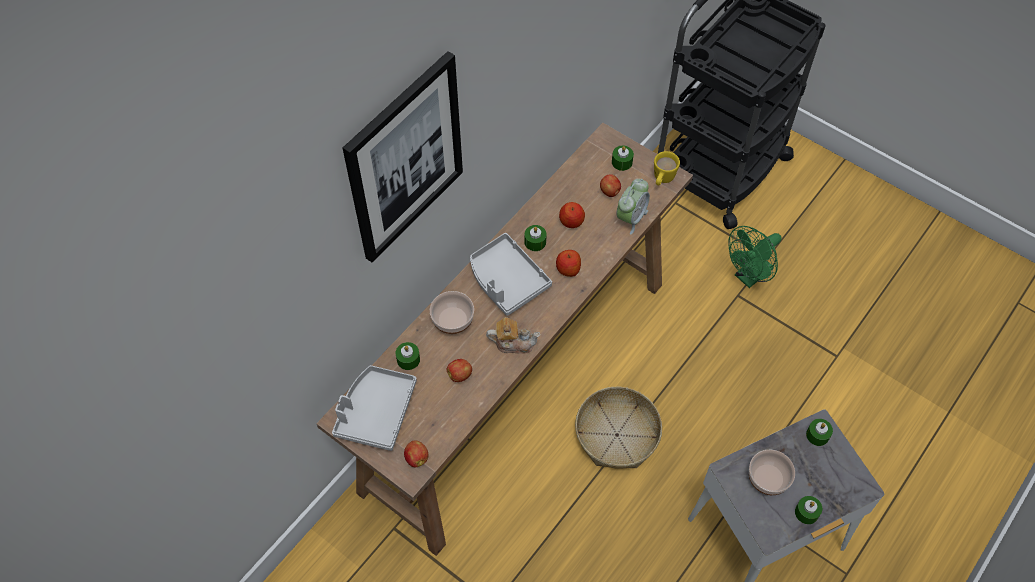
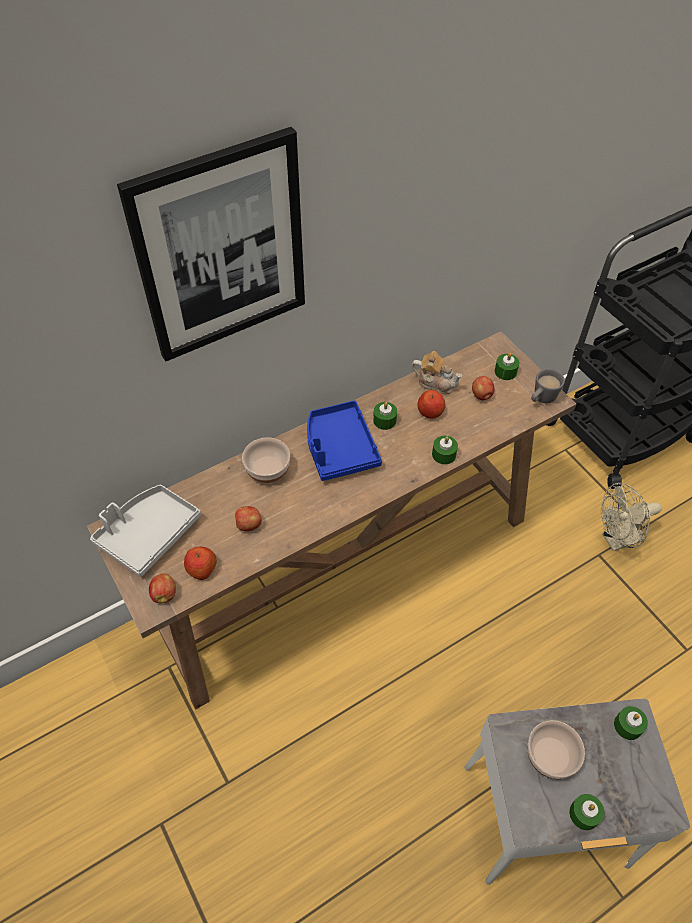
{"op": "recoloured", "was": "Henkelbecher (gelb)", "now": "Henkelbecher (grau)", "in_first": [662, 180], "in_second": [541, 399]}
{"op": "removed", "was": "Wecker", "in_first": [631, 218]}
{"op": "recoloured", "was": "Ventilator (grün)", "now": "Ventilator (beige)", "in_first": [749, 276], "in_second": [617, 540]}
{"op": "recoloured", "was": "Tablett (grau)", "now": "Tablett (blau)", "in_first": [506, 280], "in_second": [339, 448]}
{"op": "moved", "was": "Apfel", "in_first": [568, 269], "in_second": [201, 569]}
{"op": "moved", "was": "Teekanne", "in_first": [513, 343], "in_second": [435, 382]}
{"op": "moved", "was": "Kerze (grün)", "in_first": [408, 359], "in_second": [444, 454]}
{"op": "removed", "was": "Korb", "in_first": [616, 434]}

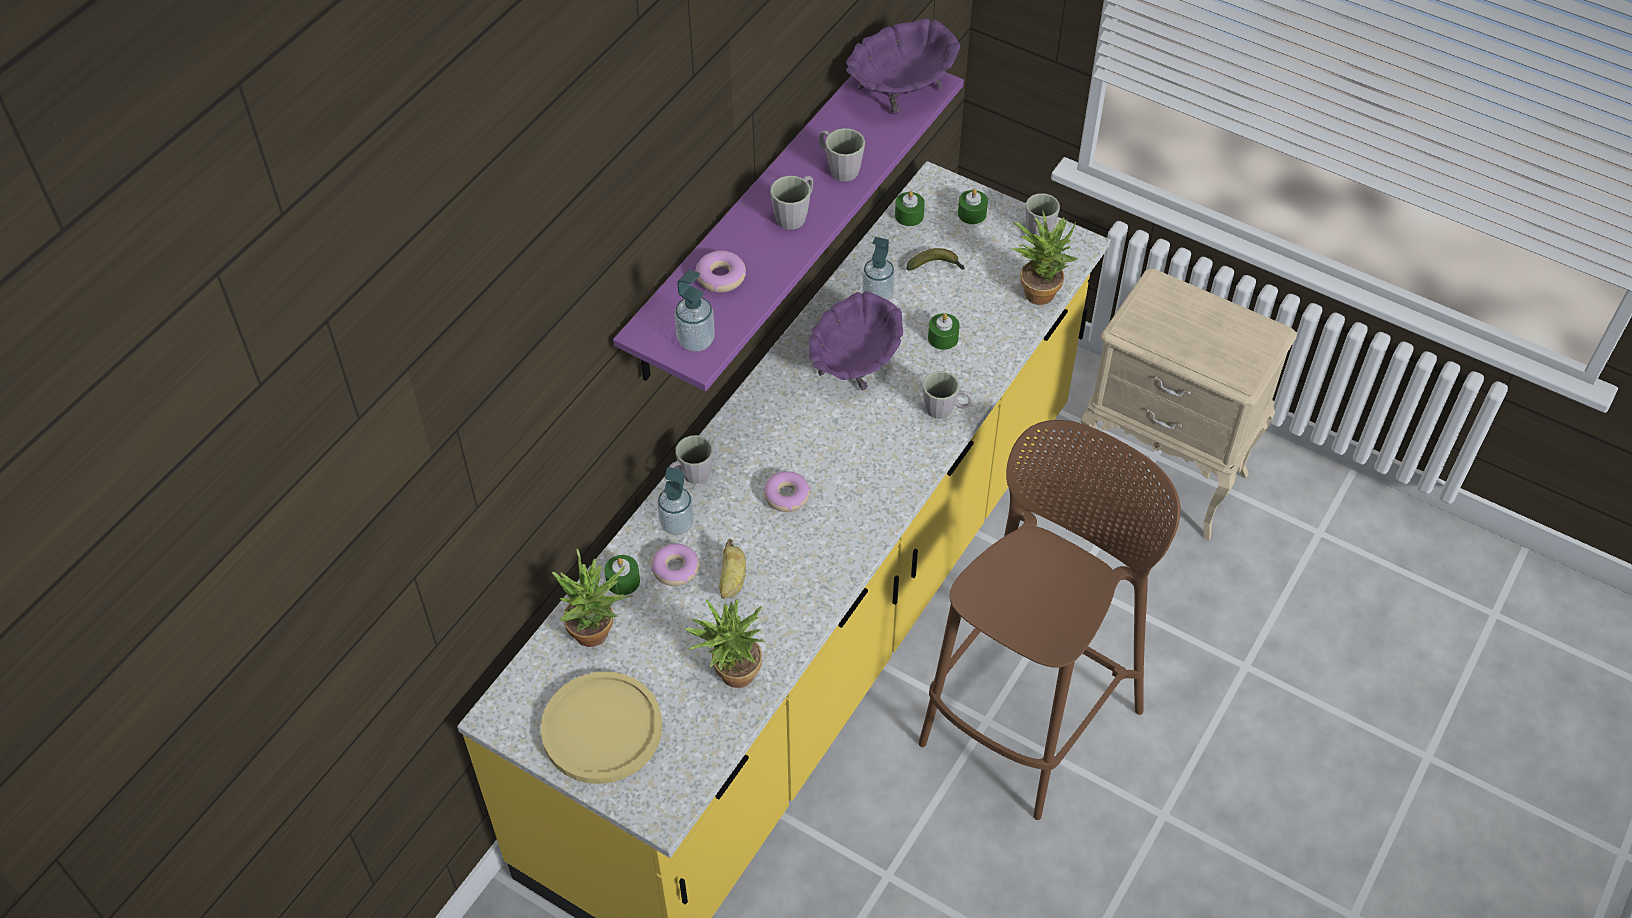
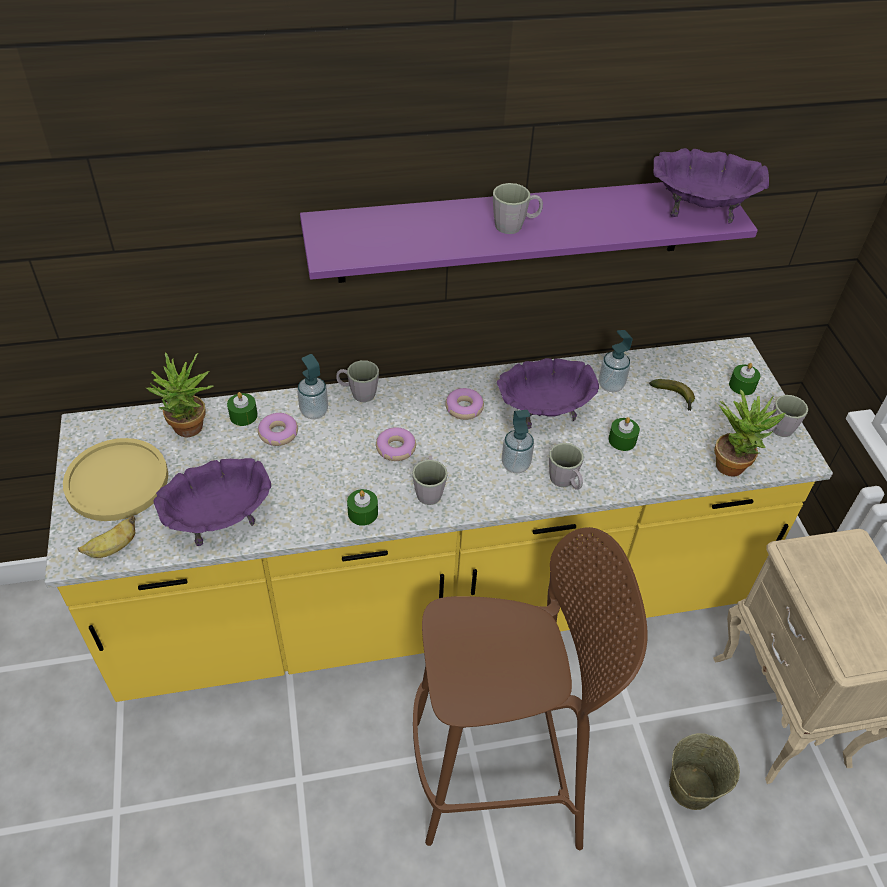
{"op": "moved", "was": "Henkelbecher (grau)", "in_first": [839, 167], "in_second": [429, 490]}
{"op": "moved", "was": "Kerze (grün)", "in_first": [909, 215], "in_second": [363, 513]}
{"op": "moved", "was": "Donut", "in_first": [720, 277], "in_second": [464, 408]}
{"op": "moved", "was": "Seifenspender", "in_first": [696, 340], "in_second": [515, 464]}
{"op": "moved", "was": "Banane", "in_first": [732, 580], "in_second": [113, 548]}
{"op": "replaced", "was": "Topfpflanze", "now": "Schüssel (lila)", "in_first": [730, 676], "in_second": [219, 517]}
{"op": "added", "now": "Eimer (beige)", "in_second": [691, 788]}

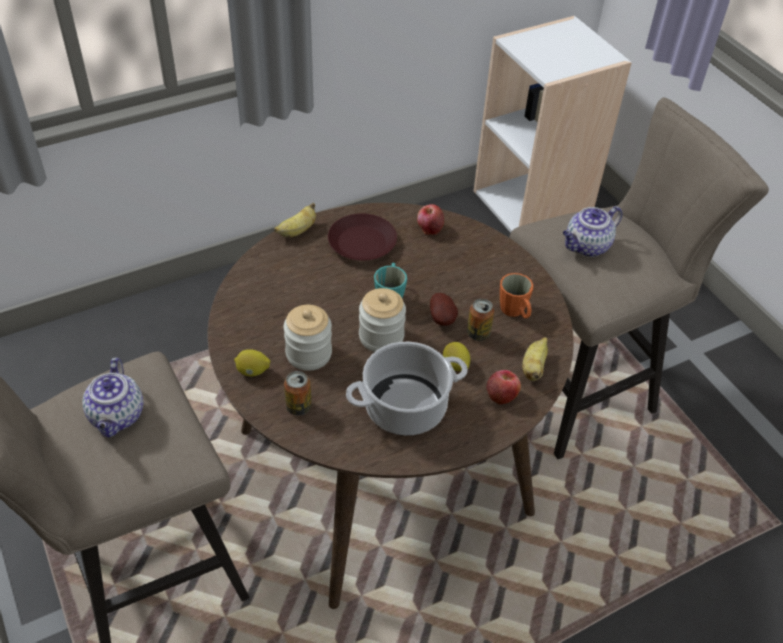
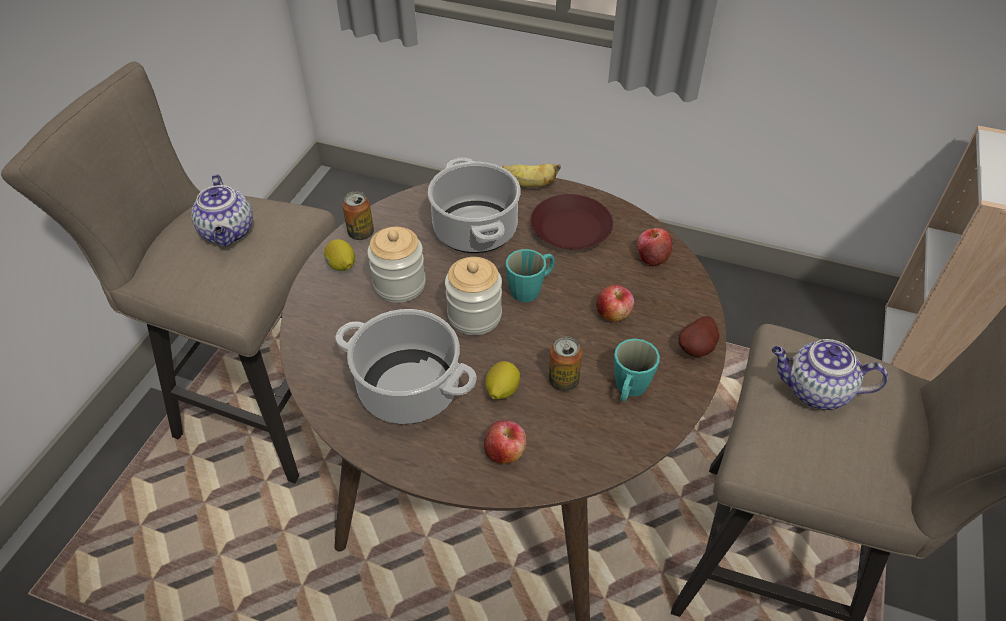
{"op": "recoloured", "was": "Henkelbecher (orange)", "now": "Henkelbecher (türkis)", "in_first": [515, 312], "in_second": [629, 390]}
{"op": "moved", "was": "Kartoffel", "in_first": [443, 319], "in_second": [698, 349]}
{"op": "removed", "was": "Banane", "in_first": [533, 367]}
{"op": "turned", "was": "Teekanne", "in_first": [117, 417], "in_second": [228, 233], "clockwise": -60}
{"op": "moved", "was": "Dose", "in_first": [298, 407], "in_second": [361, 233]}
{"op": "added", "now": "Kochtopf", "in_second": [474, 229]}
{"op": "added", "now": "Apfel", "in_second": [613, 314]}

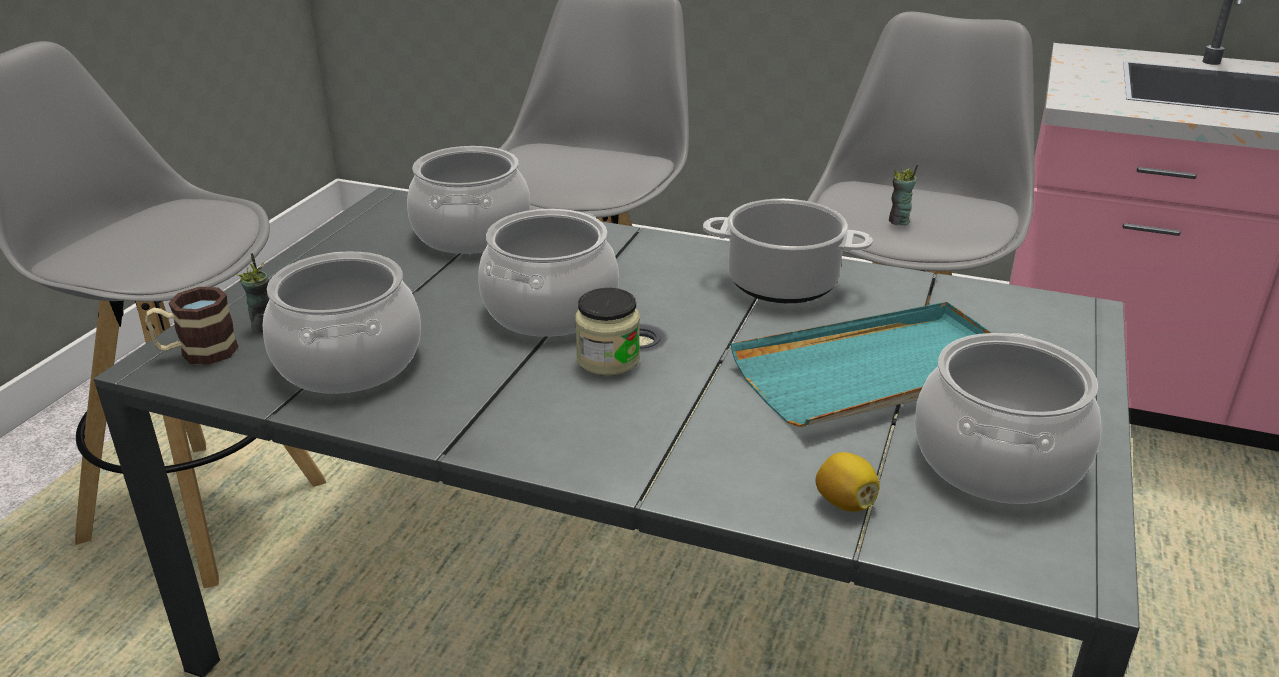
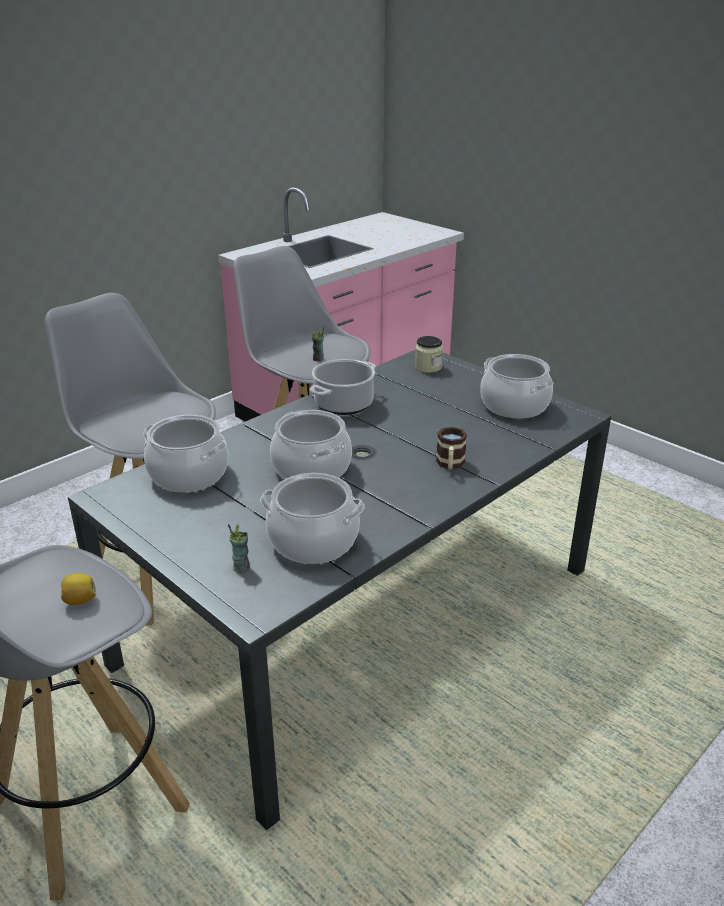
{"op": "moved", "was": "Henkelbecher", "in_first": [197, 353], "in_second": [450, 465]}
{"op": "moved", "was": "Vorratsglas", "in_first": [608, 360], "in_second": [428, 367]}
{"op": "removed", "was": "Tablett (türkis)", "in_first": [878, 372]}
{"op": "moved", "was": "Zitrone", "in_first": [845, 503], "in_second": [80, 600]}

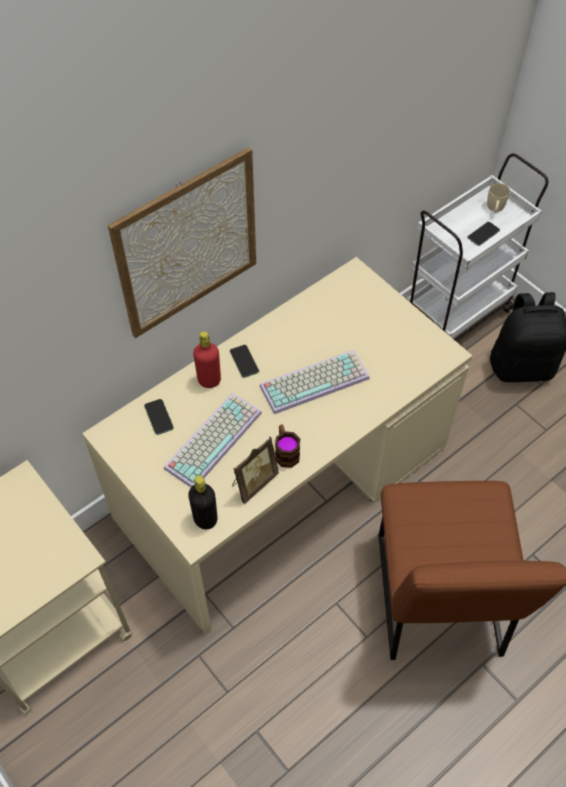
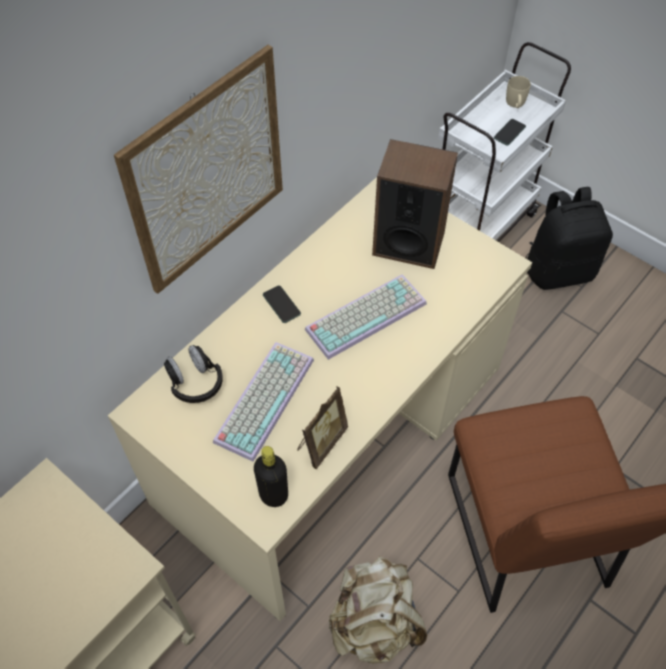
{"op": "removed", "was": "Flasche (rot)", "in_first": [209, 380]}
{"op": "replaced", "was": "Handy", "now": "Kopfhörer (schwarz)", "in_first": [159, 417], "in_second": [195, 382]}
{"op": "removed", "was": "Henkelbecher", "in_first": [285, 452]}
{"op": "added", "now": "Lautsprecher", "in_second": [408, 243]}
{"op": "added", "now": "Rucksack (beige)", "in_second": [375, 622]}

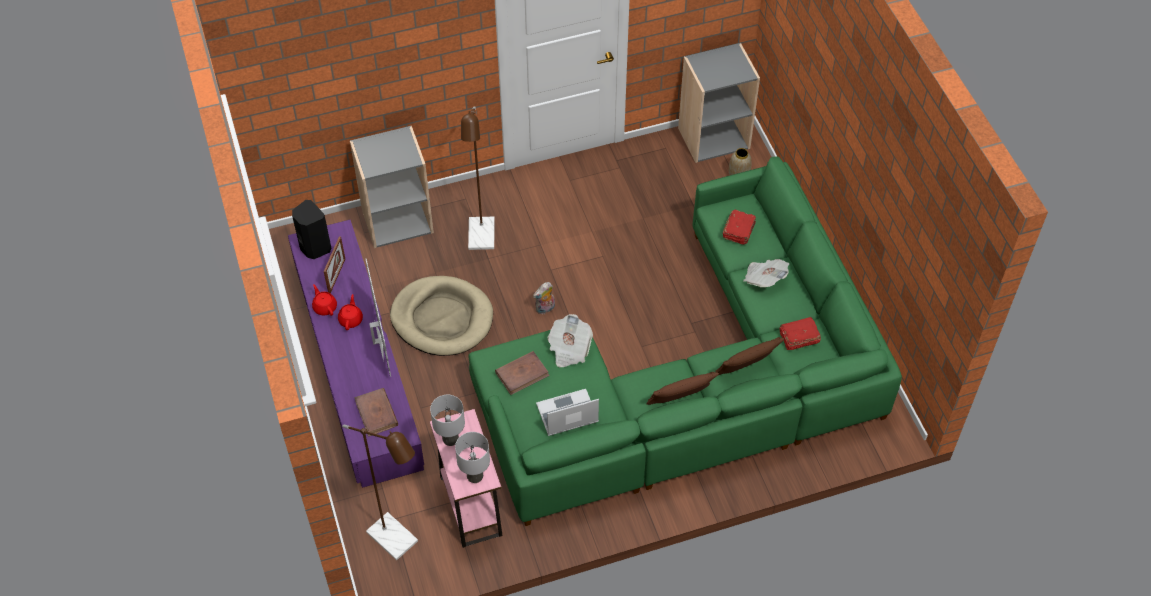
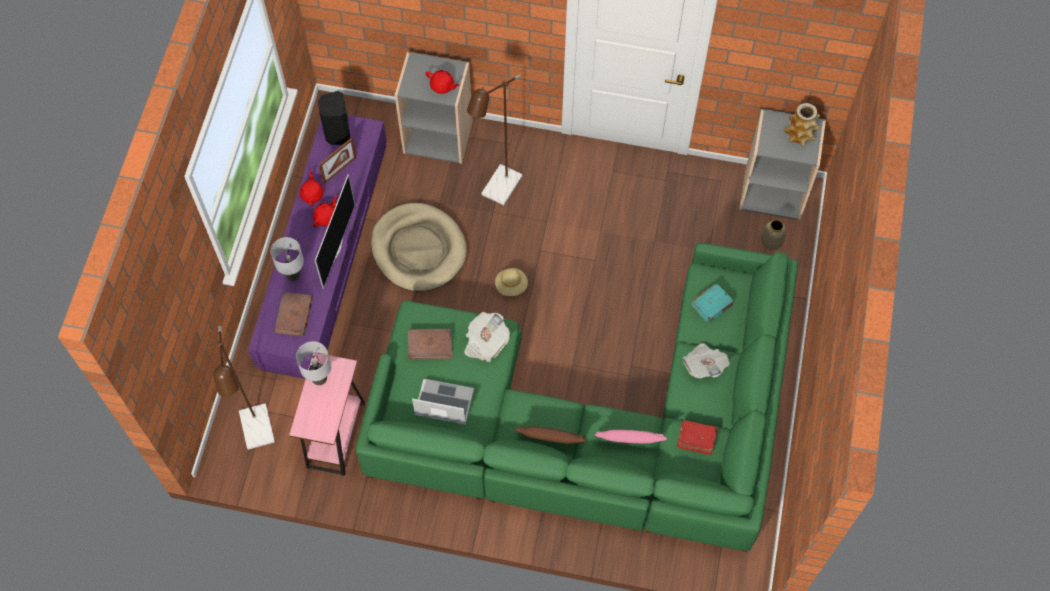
{"op": "recoloured", "was": "Buch (rot)", "now": "Buch (türkis)", "in_first": [739, 231], "in_second": [712, 306]}
{"op": "replaced", "was": "Plüschtier", "now": "Hut (beige)", "in_first": [545, 309], "in_second": [511, 285]}
{"op": "recoloured", "was": "Kissen (braun)", "now": "Kissen (rosa)", "in_first": [746, 368], "in_second": [628, 443]}
{"op": "moved", "was": "Tischlampe (weiß)", "in_first": [476, 477], "in_second": [293, 275]}
{"op": "added", "now": "Teekanne (rot)", "in_second": [442, 86]}
{"op": "added", "now": "Vase", "in_second": [800, 135]}

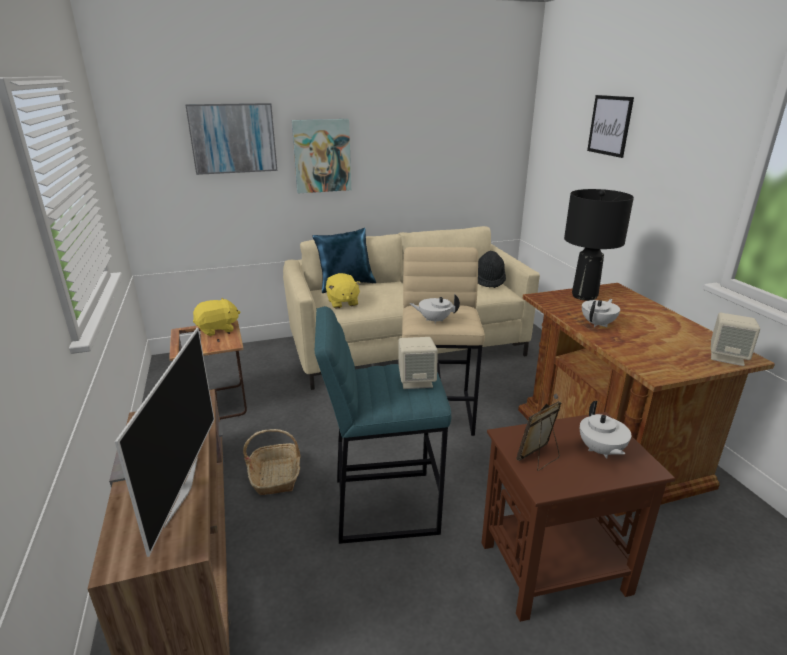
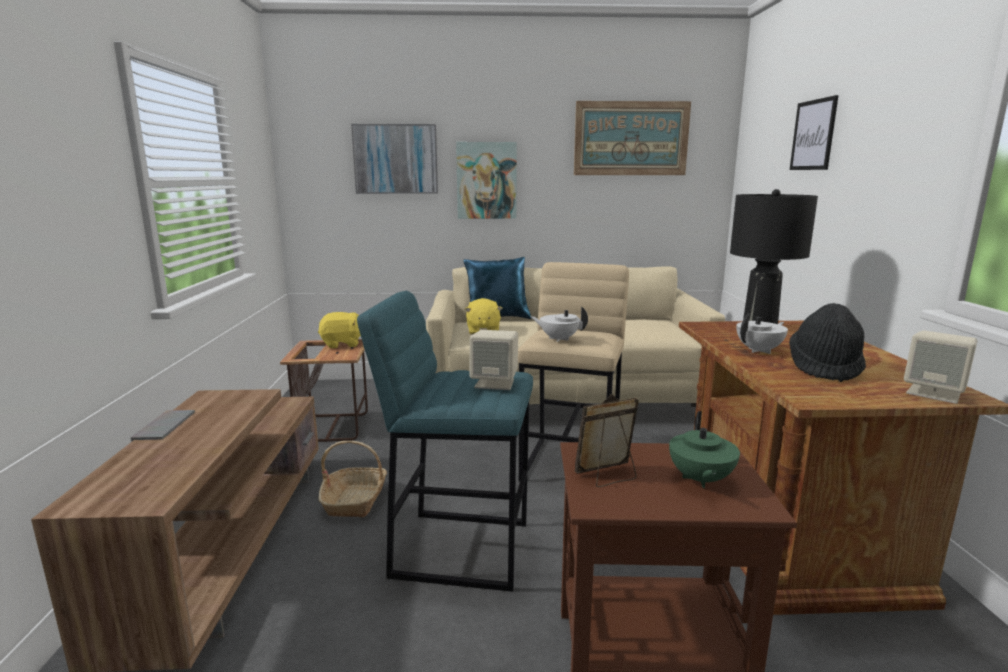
{"op": "moved", "was": "Hut (schwarz)", "in_first": [489, 281], "in_second": [824, 368]}
{"op": "removed", "was": "Fernseher", "in_first": [180, 490]}
{"op": "recoloured", "was": "Teekanne (weiß)", "now": "Teekanne (grün)", "in_first": [600, 450], "in_second": [700, 479]}
{"op": "added", "now": "Bild", "in_second": [631, 138]}

